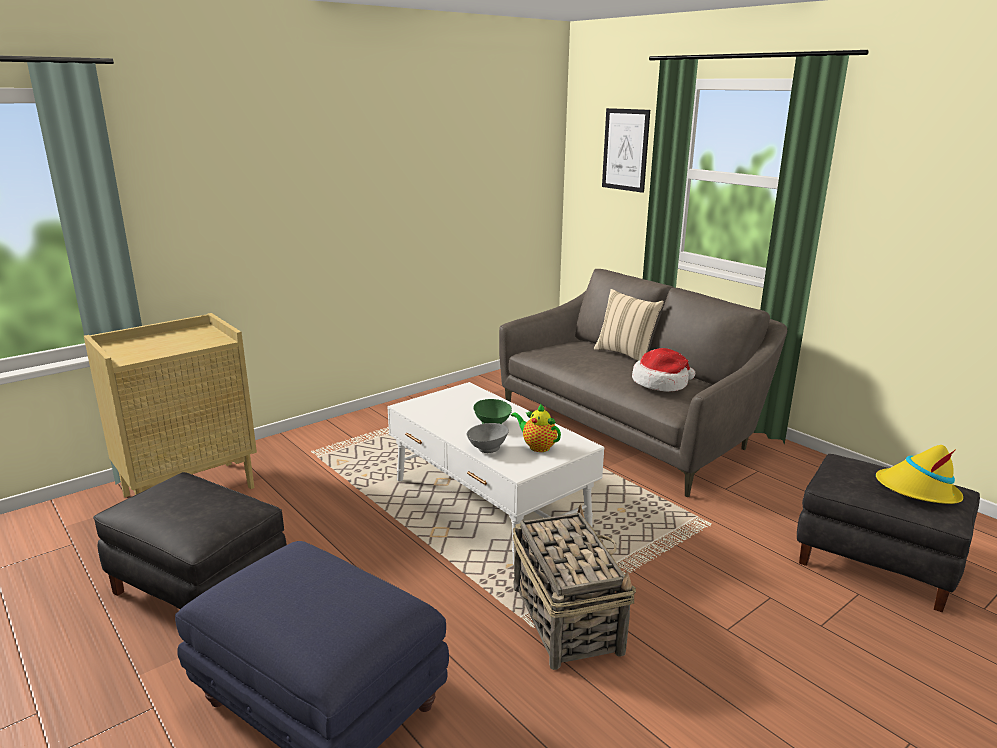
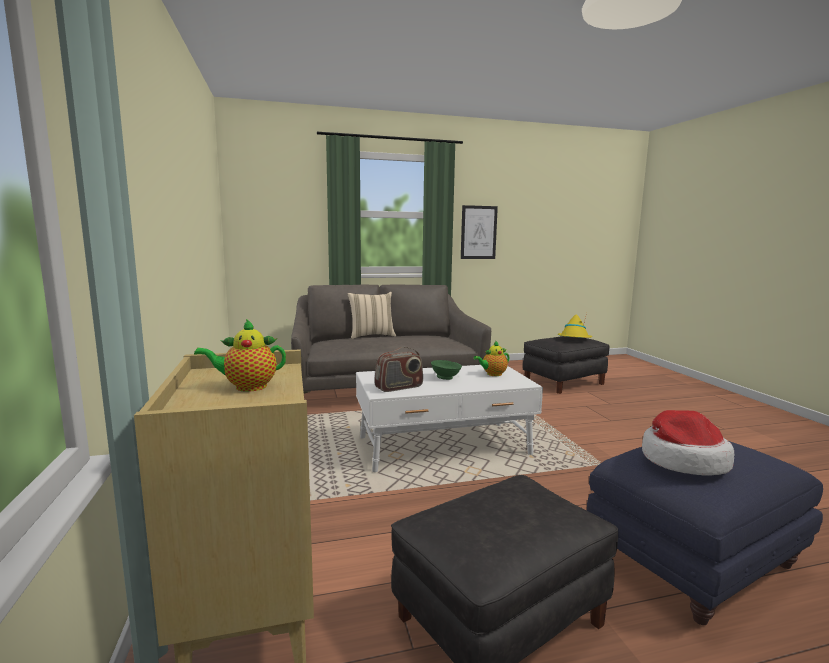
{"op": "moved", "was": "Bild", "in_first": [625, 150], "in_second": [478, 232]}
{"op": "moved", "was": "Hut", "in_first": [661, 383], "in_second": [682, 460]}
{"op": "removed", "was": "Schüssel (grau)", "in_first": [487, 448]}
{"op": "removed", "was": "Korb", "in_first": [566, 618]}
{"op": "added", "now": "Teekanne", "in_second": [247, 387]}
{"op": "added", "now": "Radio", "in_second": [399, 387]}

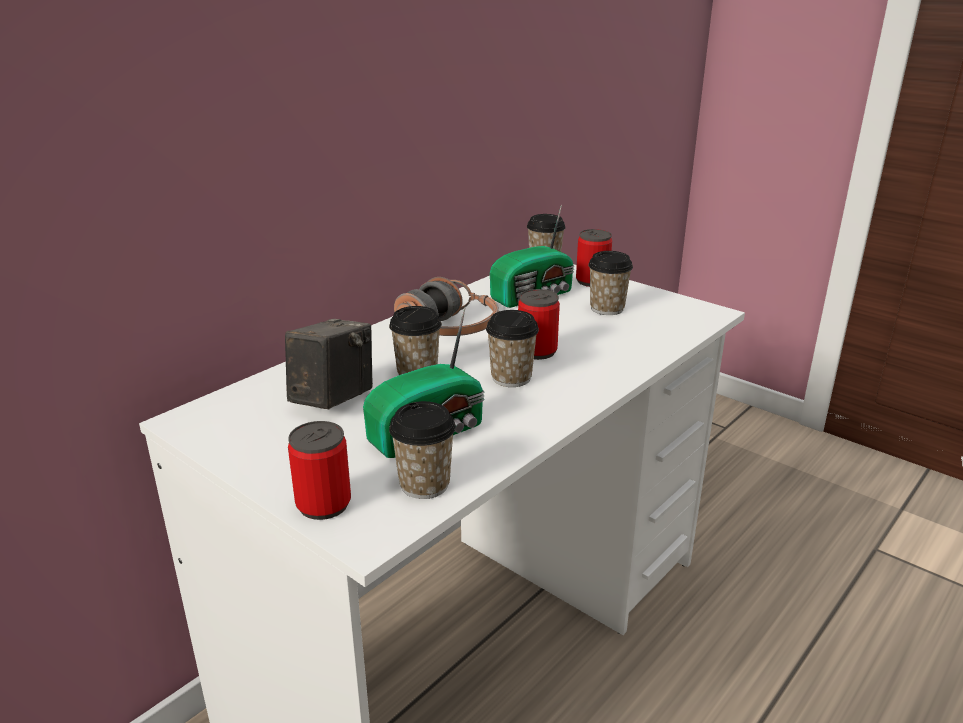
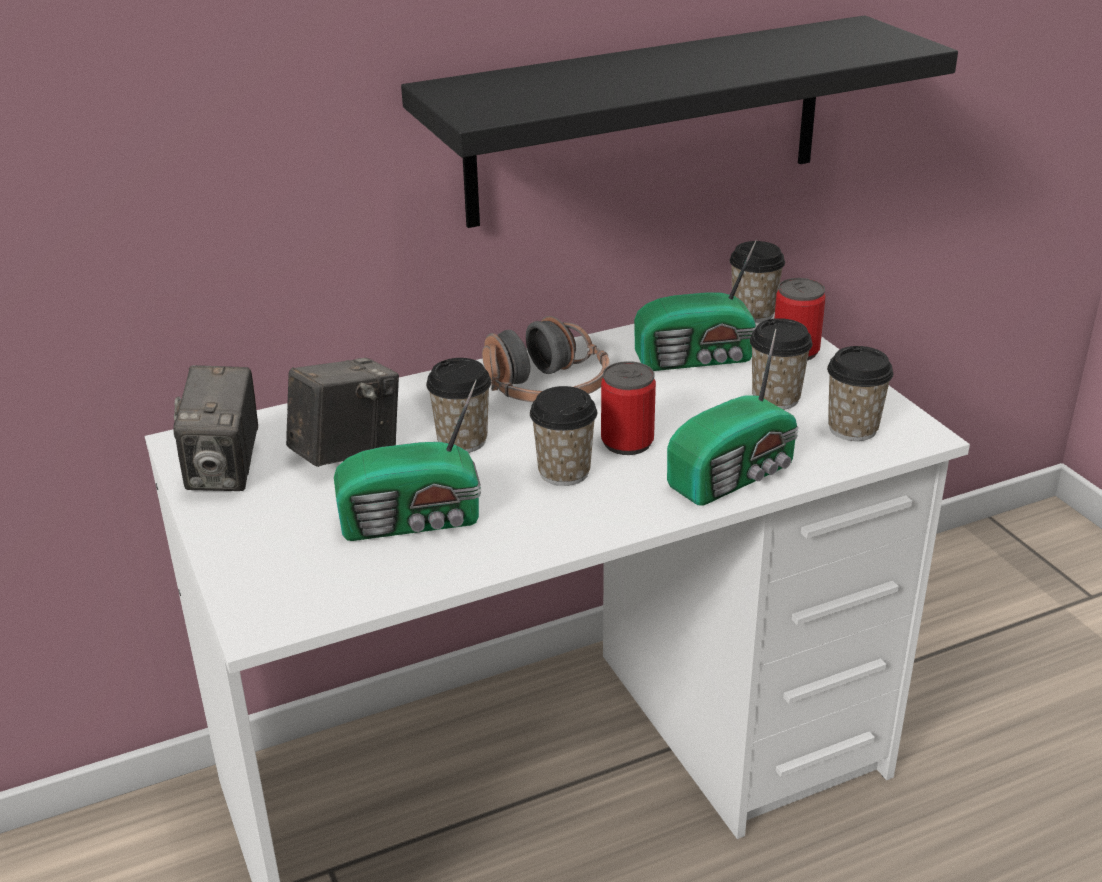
{"op": "moved", "was": "Tasse", "in_first": [424, 484], "in_second": [852, 428]}
{"op": "removed", "was": "Dose", "in_first": [323, 504]}
{"op": "added", "now": "Wandregal (schwarz)", "in_second": [647, 121]}
{"op": "added", "now": "Radio", "in_second": [736, 476]}
{"op": "added", "now": "Kamera", "in_second": [225, 471]}

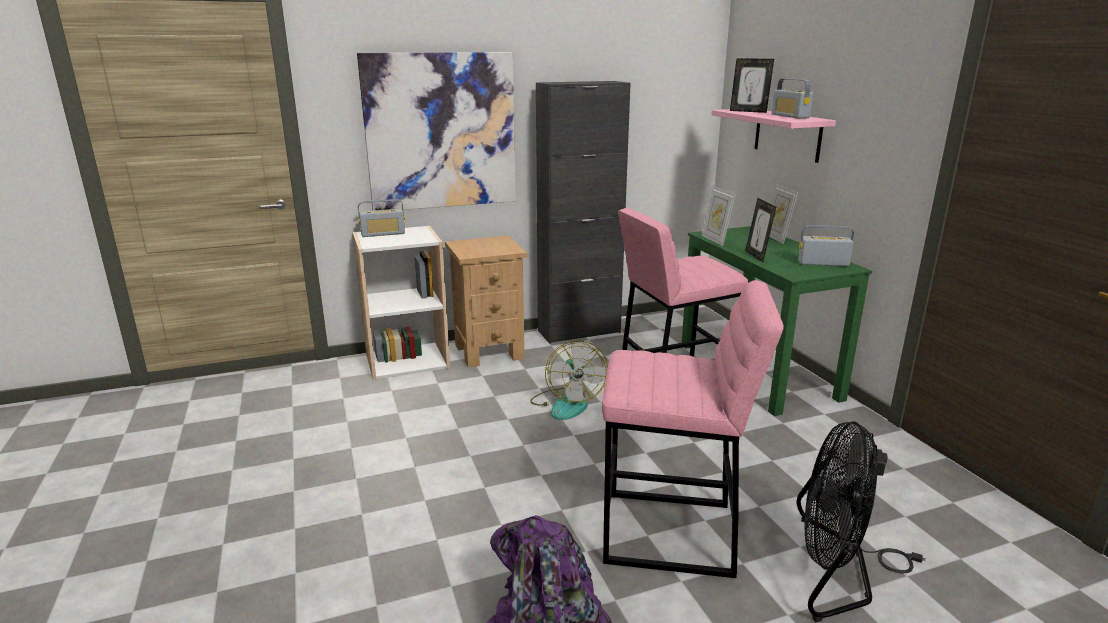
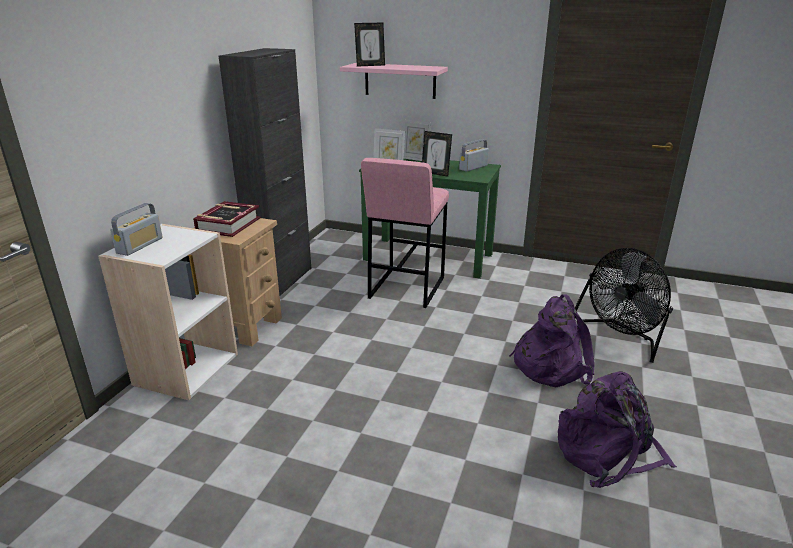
{"op": "removed", "was": "Bild", "in_first": [441, 132]}
{"op": "removed", "was": "Radio", "in_first": [790, 116]}
{"op": "replaced", "was": "Hocker (rosa)", "now": "Rucksack (lila)", "in_first": [672, 533], "in_second": [550, 365]}
{"op": "removed", "was": "Ventilator", "in_first": [566, 403]}
{"op": "added", "now": "Buch", "in_second": [228, 225]}

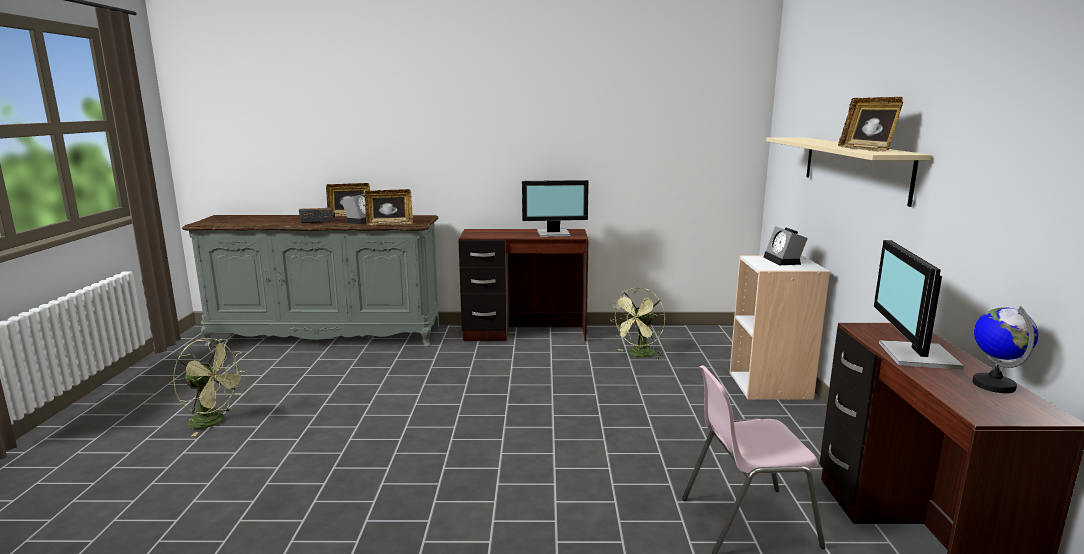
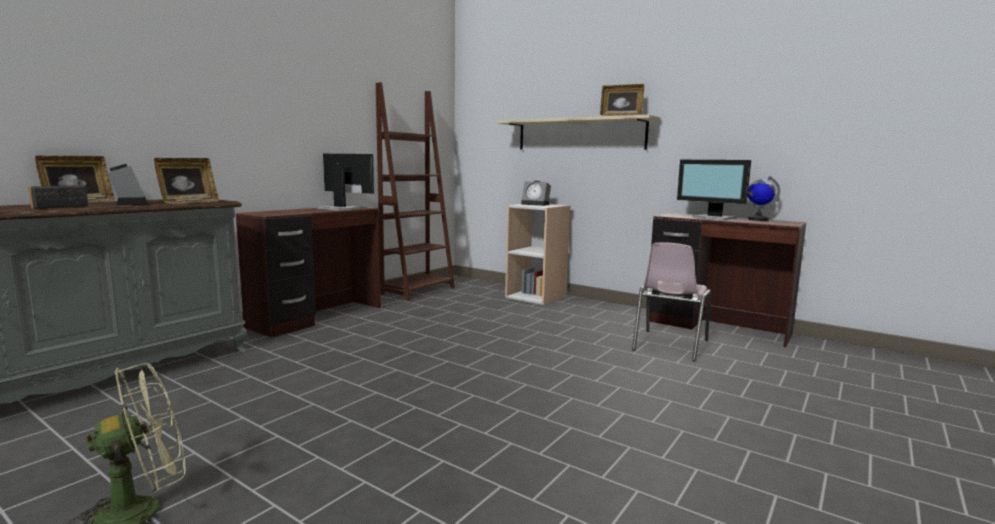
{"op": "turned", "was": "Monitor", "in_first": [554, 234], "in_second": [341, 208], "clockwise": -90}
{"op": "removed", "was": "Ventilator (grün)", "in_first": [639, 355]}
{"op": "added", "now": "Bücherregal (braun)", "in_second": [418, 291]}

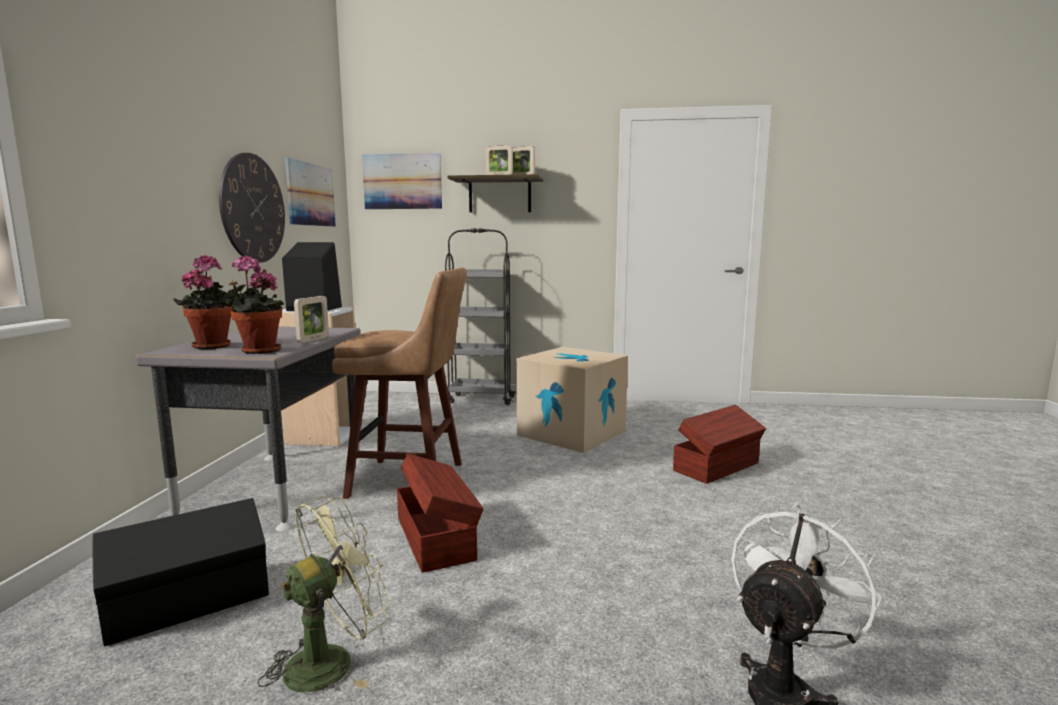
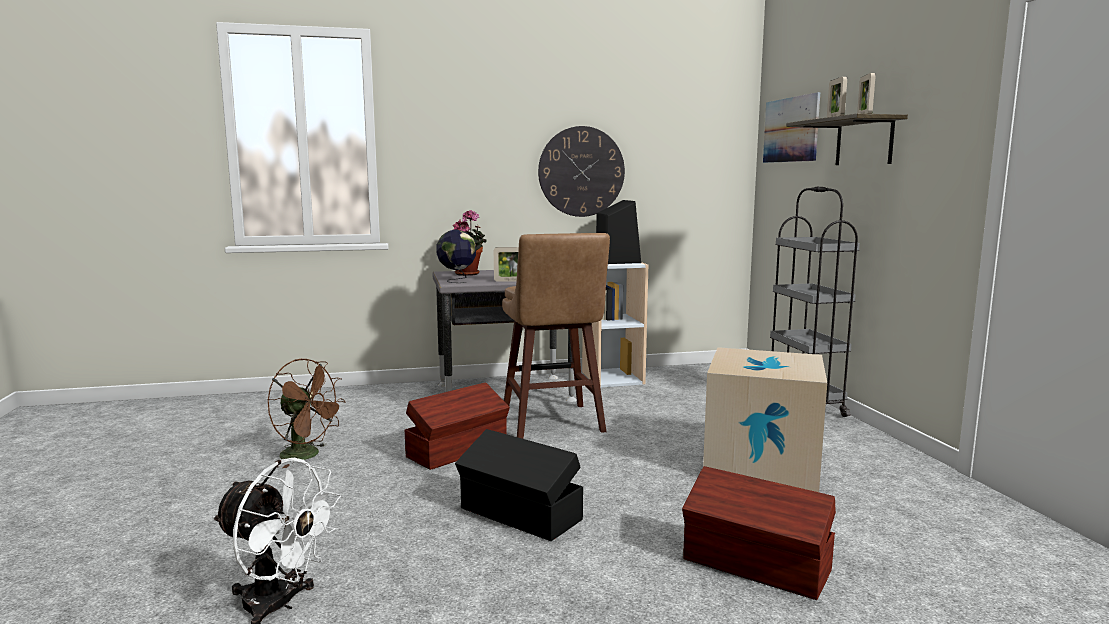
{"op": "removed", "was": "Bild", "in_first": [311, 195]}
{"op": "replaced", "was": "Topfpflanze", "now": "Globus", "in_first": [257, 351], "in_second": [457, 280]}
{"op": "recoloured", "was": "Ventilator (grün)", "now": "Ventilator (braun)", "in_first": [331, 660], "in_second": [307, 455]}
{"op": "moved", "was": "Aufbewahrungsbox (schwarz)", "in_first": [191, 603], "in_second": [520, 515]}

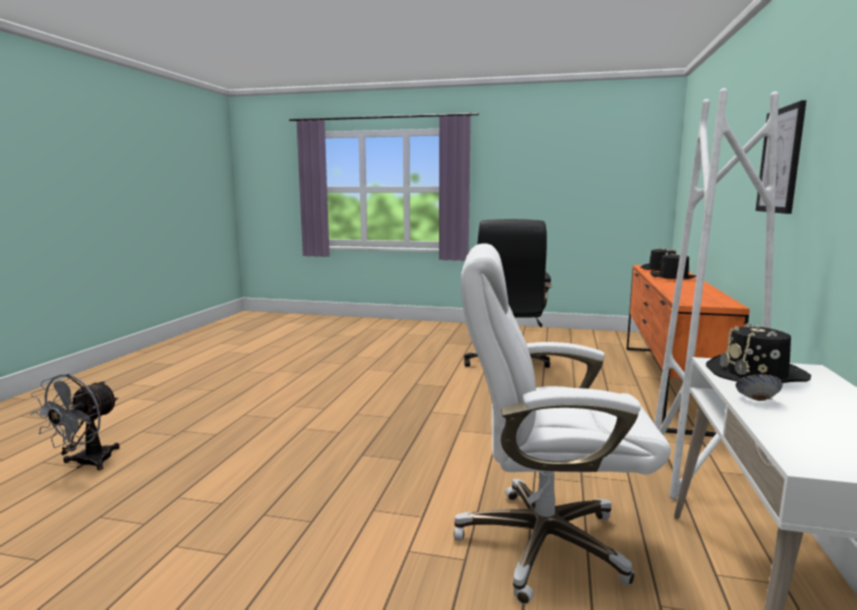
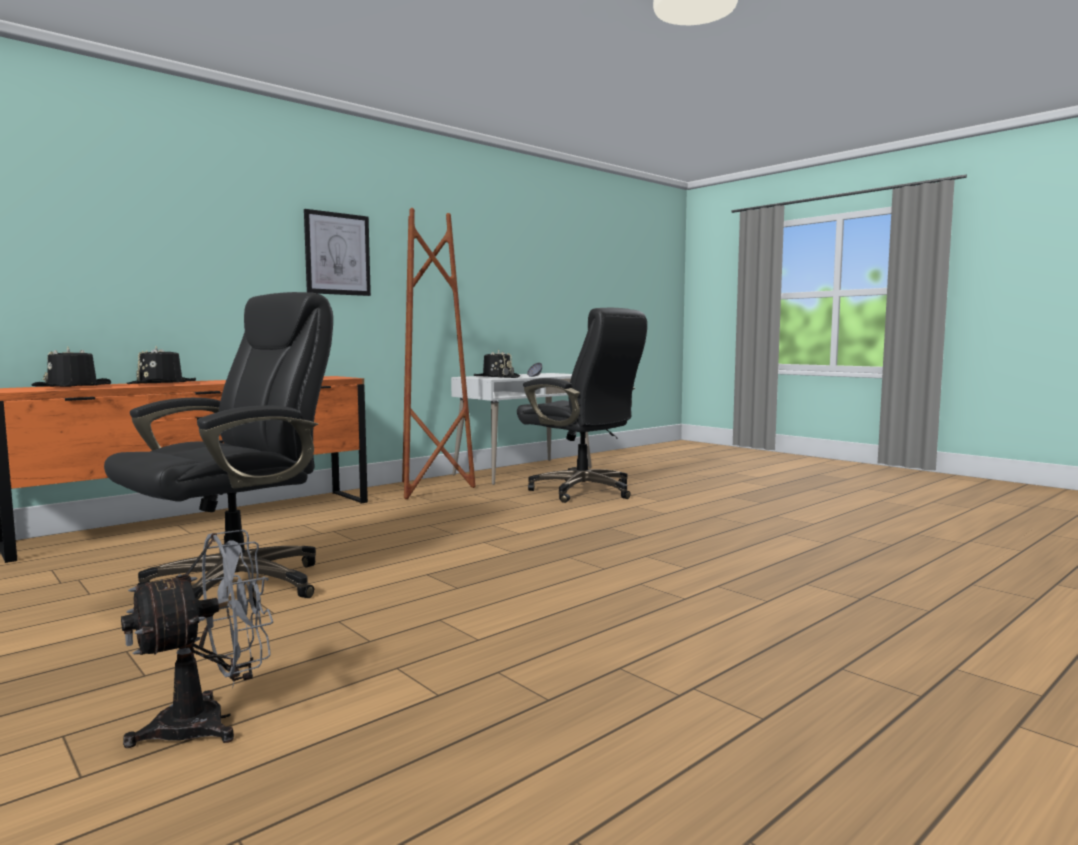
{"op": "recoloured", "was": "Kleiderständer (weiß)", "now": "Kleiderständer (braun)", "in_first": [695, 475], "in_second": [428, 489]}
{"op": "recoloured", "was": "Bürostuhl (weiß)", "now": "Bürostuhl (schwarz)", "in_first": [547, 543], "in_second": [580, 491]}
{"op": "moved", "was": "Ventilator (grau)", "in_first": [86, 463], "in_second": [210, 722]}

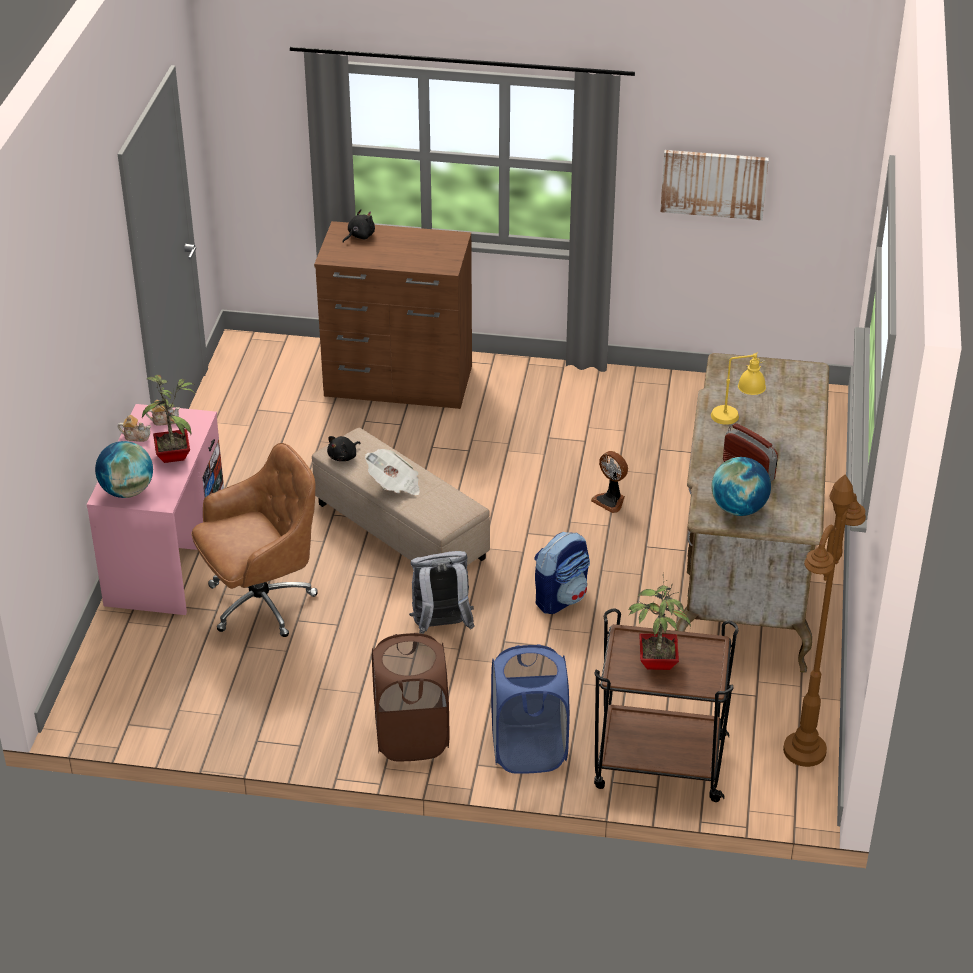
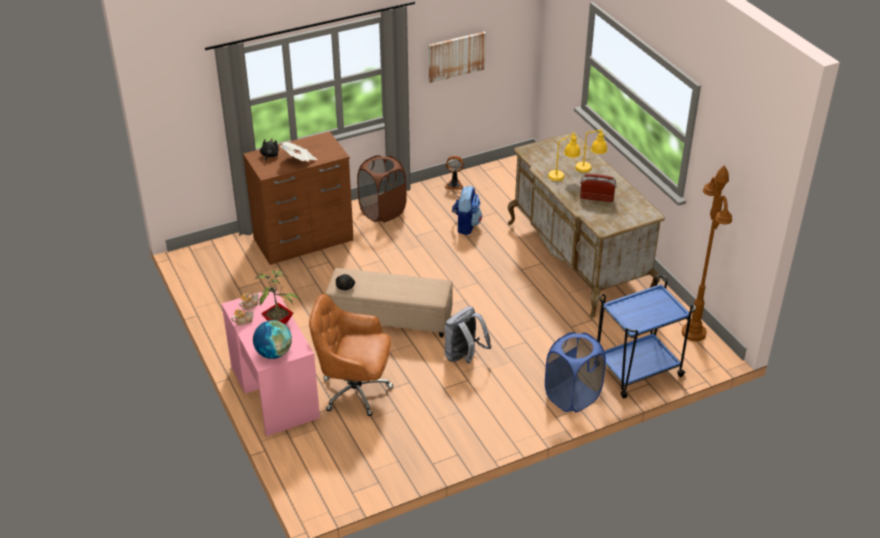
{"op": "turned", "was": "Bürostuhl (braun)", "in_first": [261, 603], "in_second": [355, 391], "clockwise": -105}
{"op": "moved", "was": "Zeitung", "in_first": [394, 485], "in_second": [299, 160]}
{"op": "moved", "was": "Ventilator", "in_first": [610, 500], "in_second": [454, 184]}
{"op": "removed", "was": "Globus", "in_first": [738, 509]}
{"op": "moved", "was": "Rucksack", "in_first": [561, 598], "in_second": [466, 225]}
{"op": "removed", "was": "Topfpflanze", "in_first": [655, 662]}
{"op": "recoloured", "was": "Rollwagen (braun)", "now": "Rollwagen (blau)", "in_first": [658, 762], "in_second": [637, 371]}
{"op": "moved", "was": "Wäschekorb (braun)", "in_first": [412, 737], "in_second": [382, 211]}
{"op": "added", "now": "Tischlampe (gelb)", "in_second": [590, 169]}

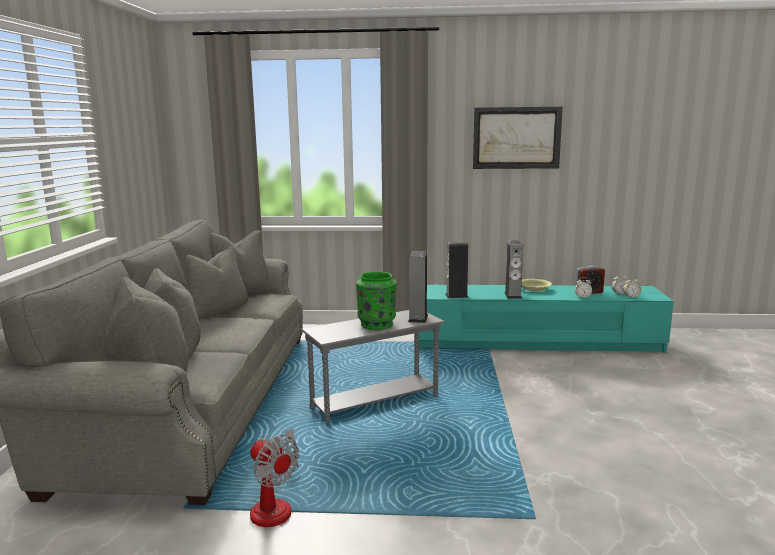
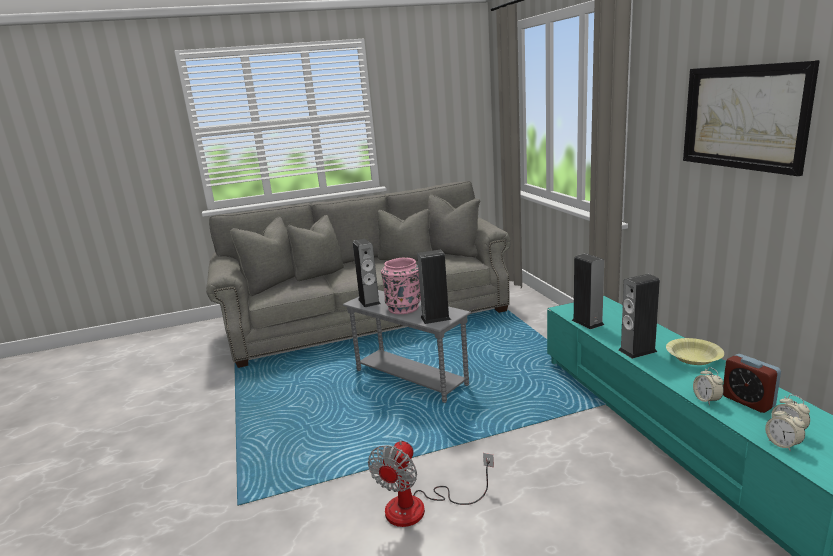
{"op": "recoloured", "was": "Vase (grün)", "now": "Vase (rosa)", "in_first": [376, 324], "in_second": [404, 308]}
{"op": "moved", "was": "Ventilator", "in_first": [275, 504], "in_second": [420, 507]}
{"op": "added", "now": "Lautsprecher", "in_second": [369, 301]}

